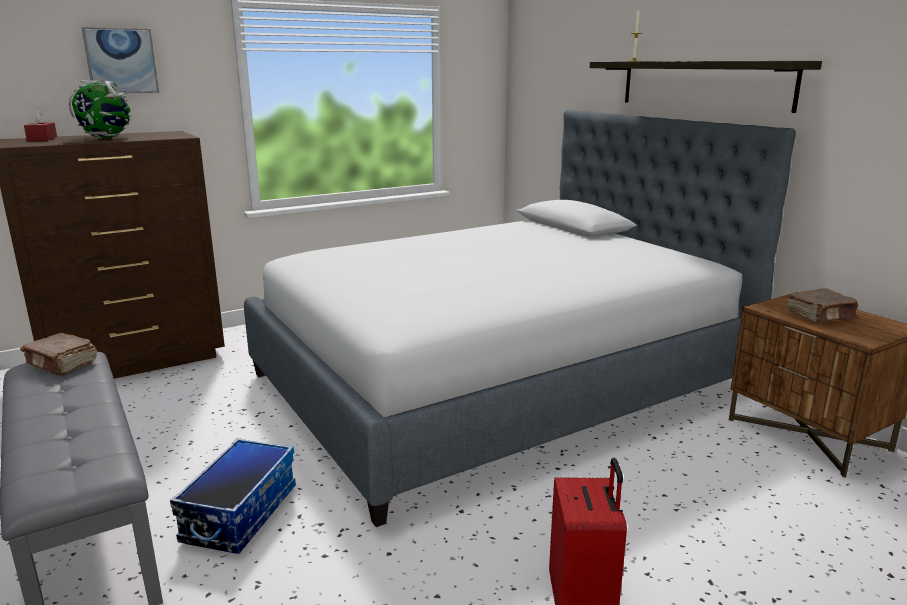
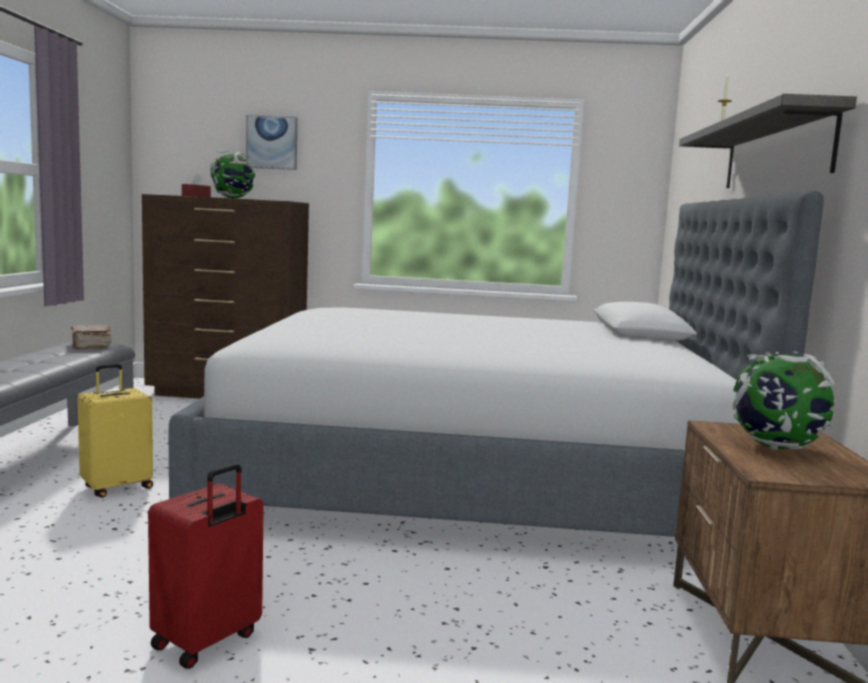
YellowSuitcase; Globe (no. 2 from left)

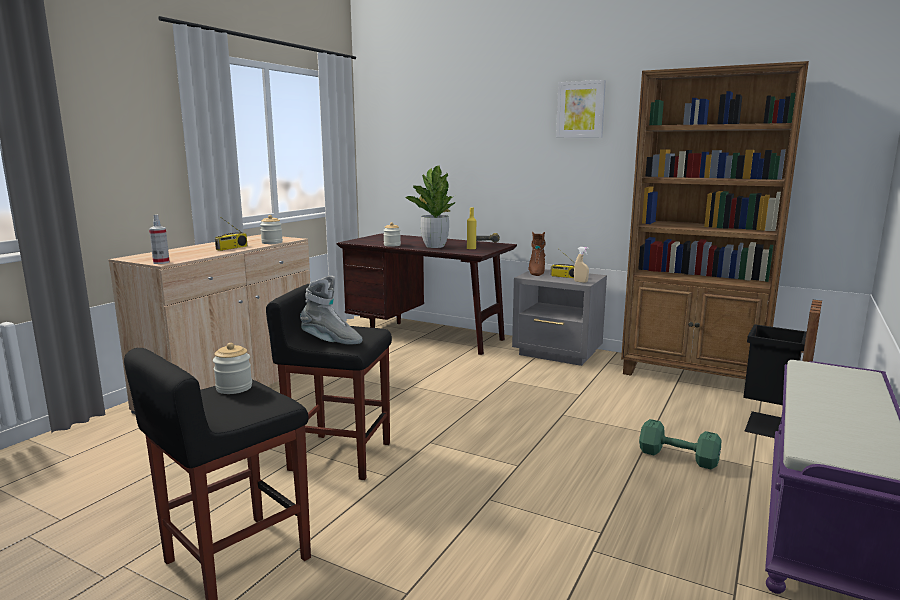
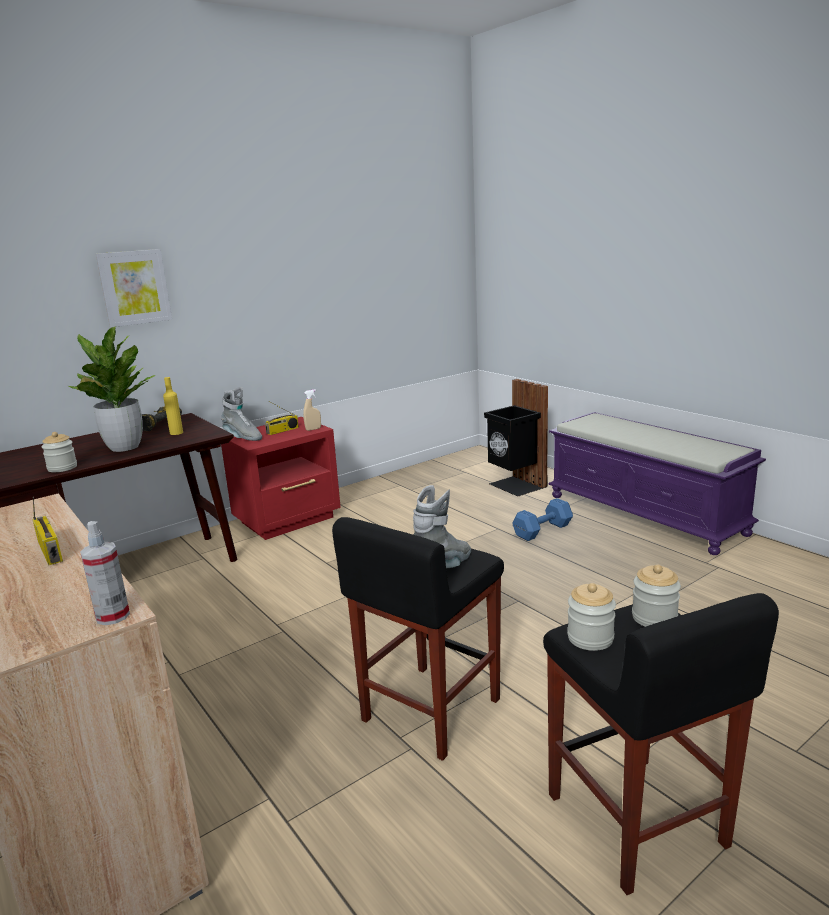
BrownBookcase; Jar (no. 3 from left); Picture; RedNightstand; GreyBoot (no. 1 from left); BlueDumbbell

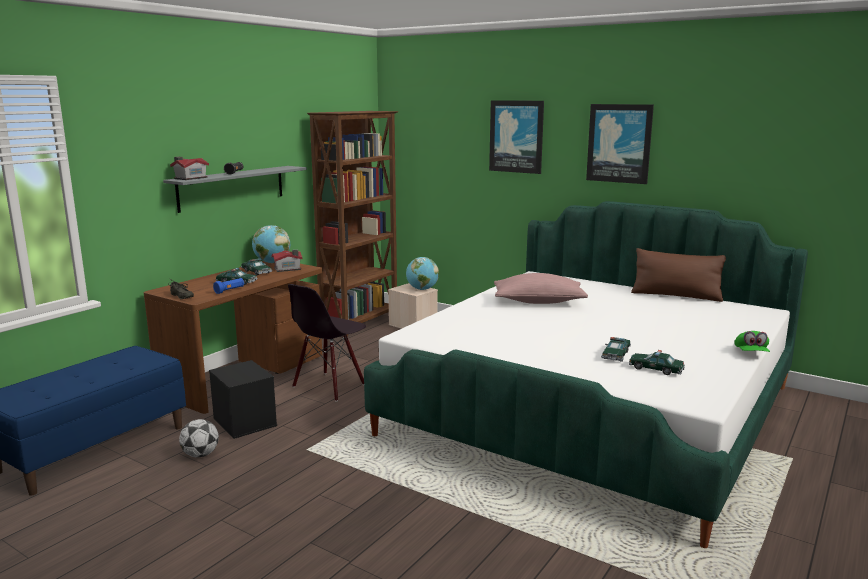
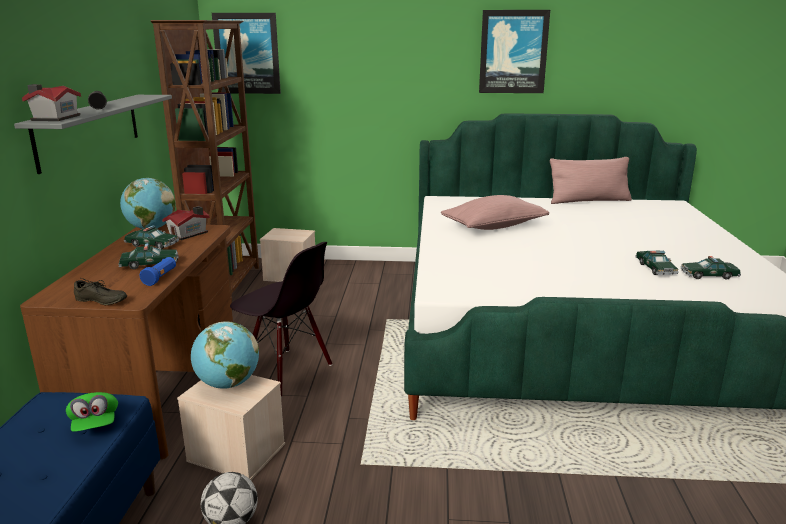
Globe (no. 2 from left); Picture (no. 1 from left); GreenCap; BeigeStorageBox (no. 1 from left); PinkPillow (no. 2 from left); BlackChair

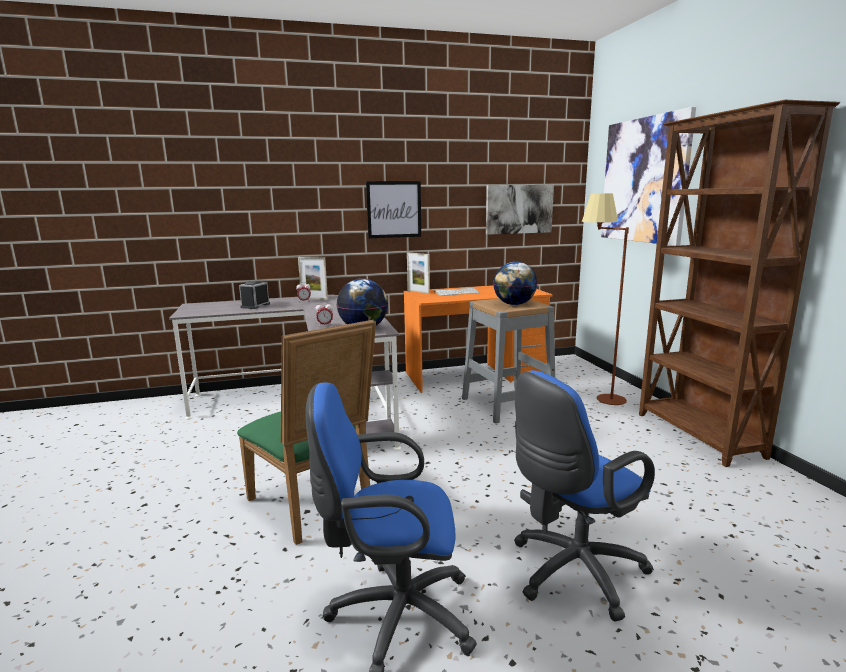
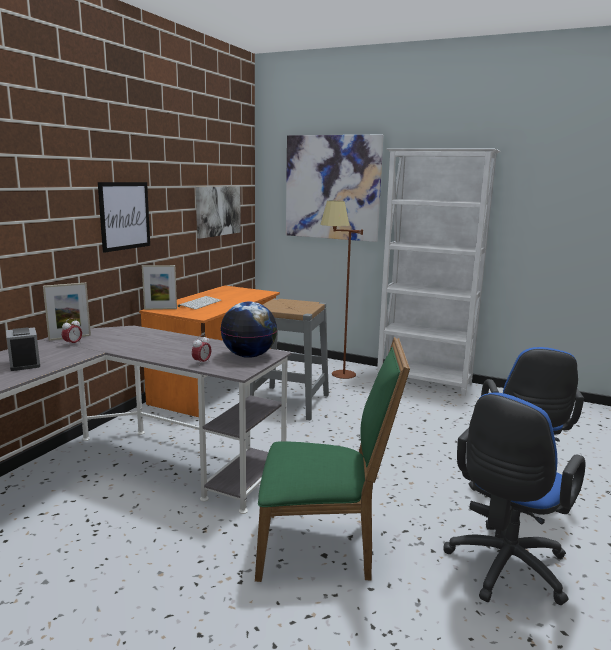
Globe (no. 2 from left in the first image); WhiteBookcase

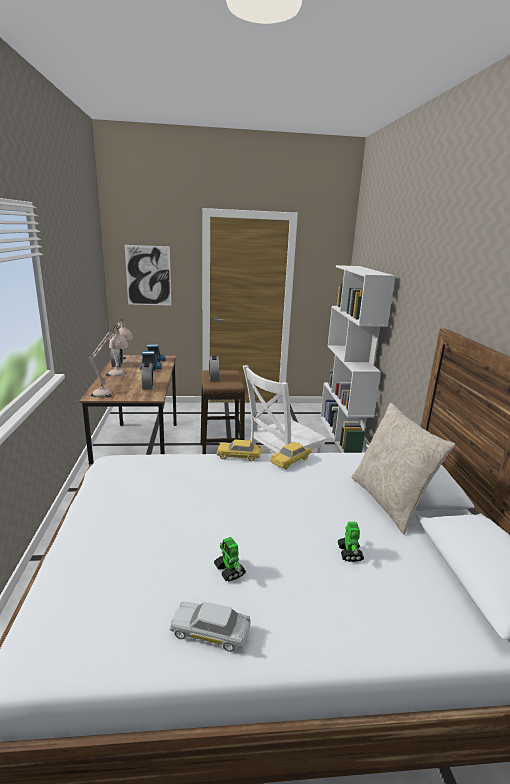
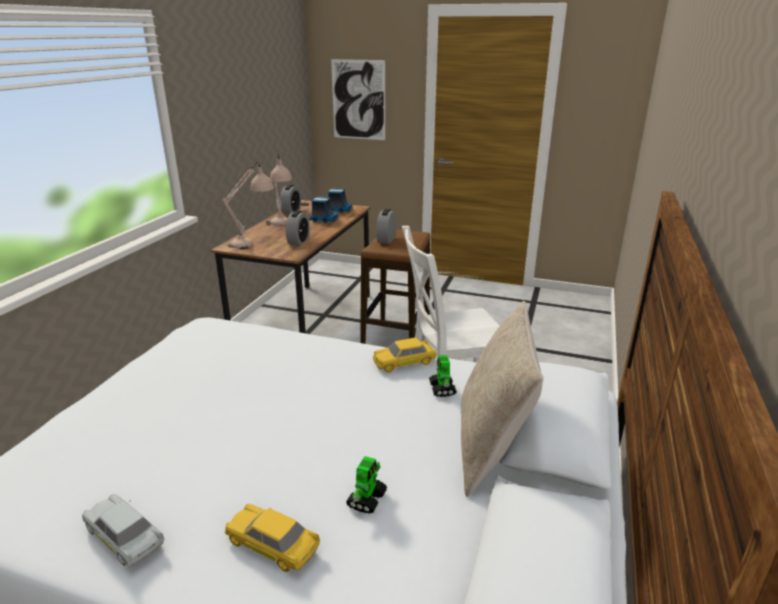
WhiteBookcase; ToyRobot (no. 2 from left); YellowToyCar (no. 1 from left)

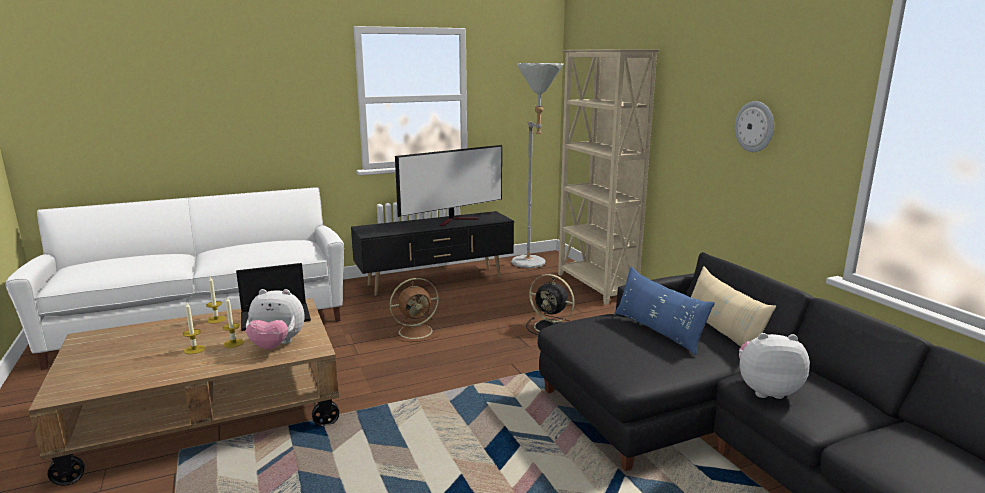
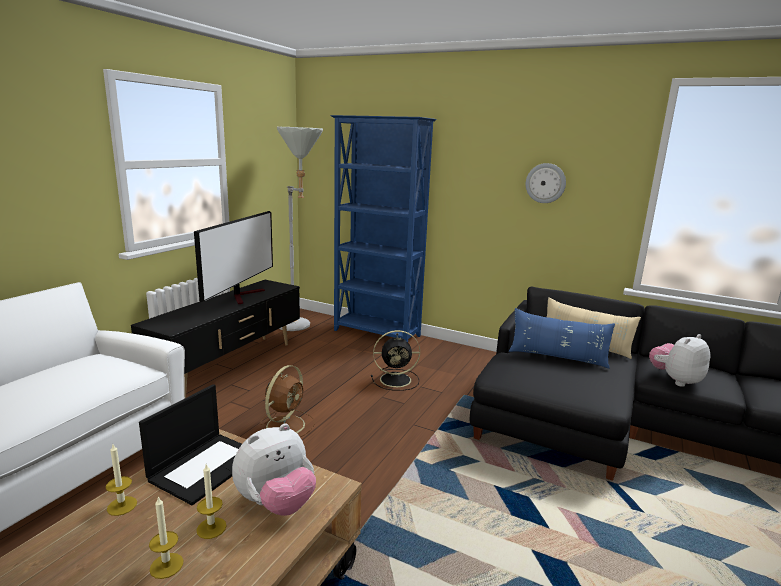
BlueBookcase

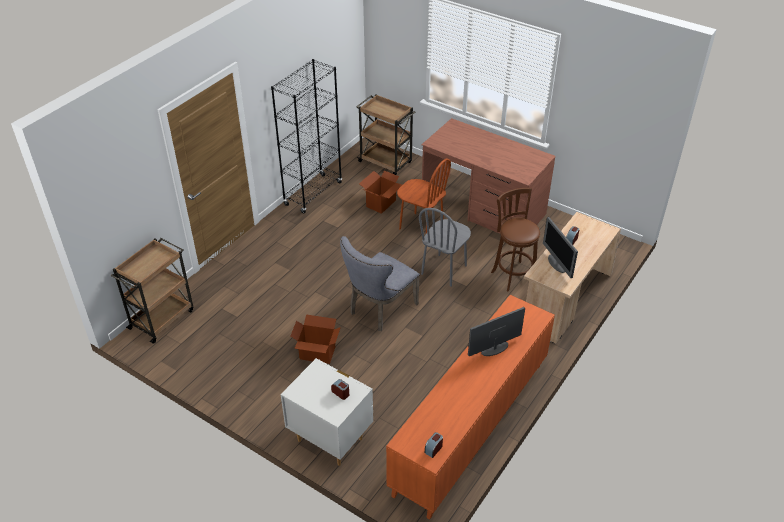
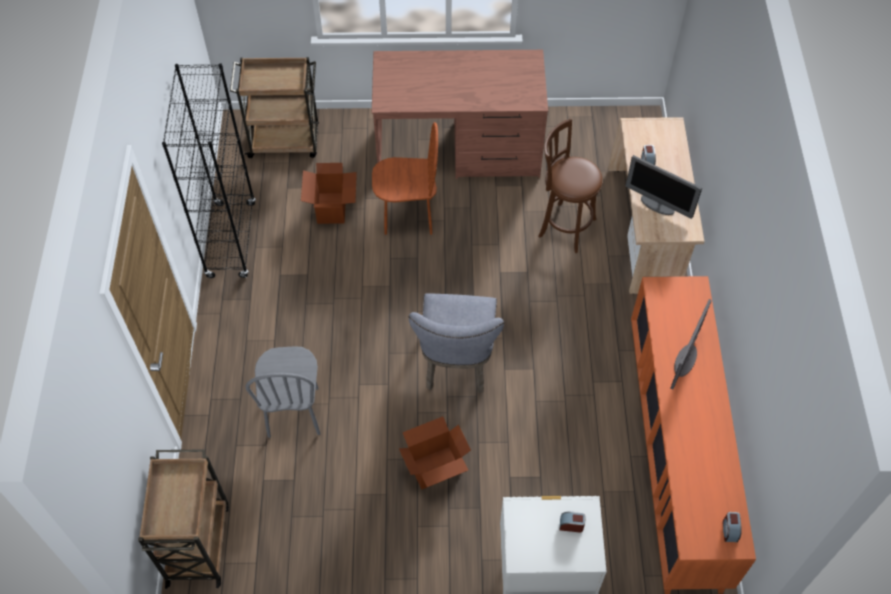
GreyChair (no. 1 from left)

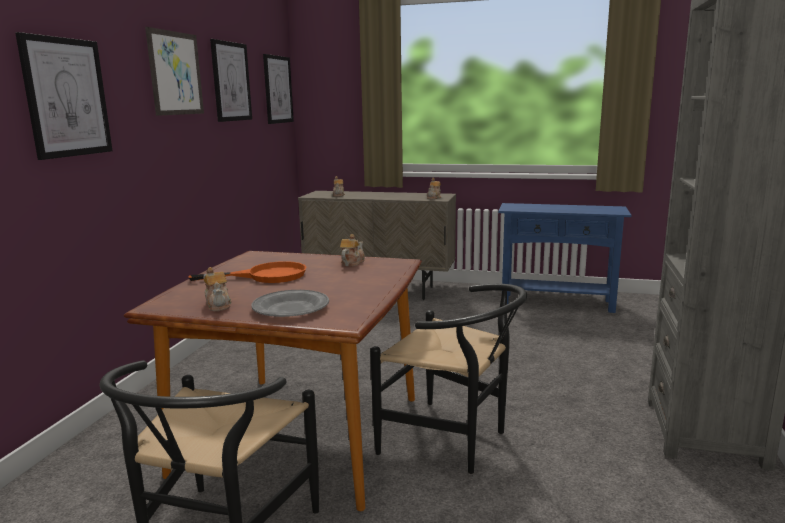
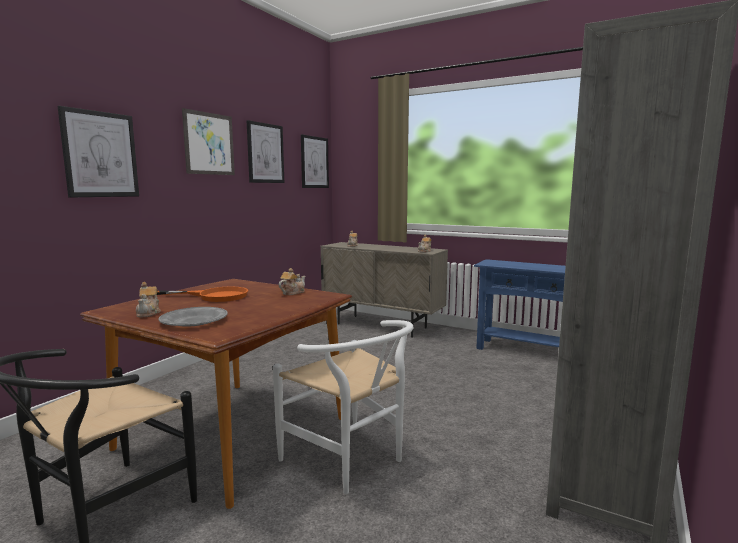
WhiteChair

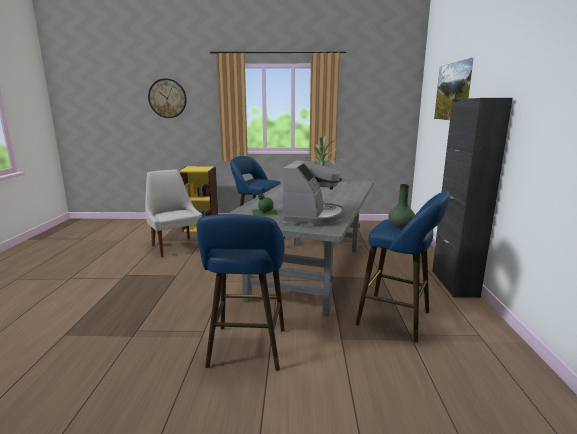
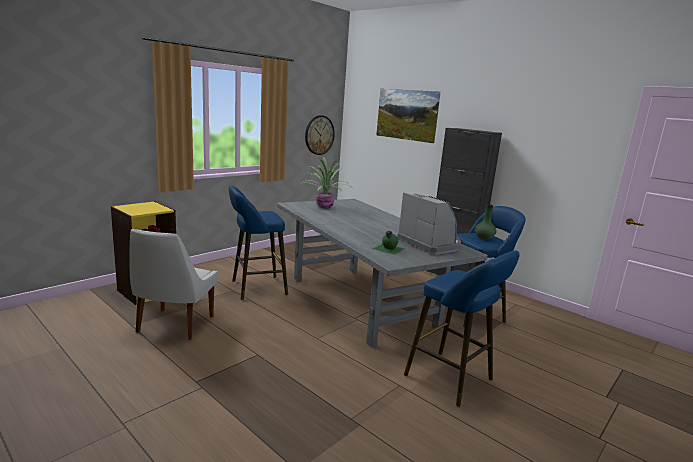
WallClock; WhiteChair

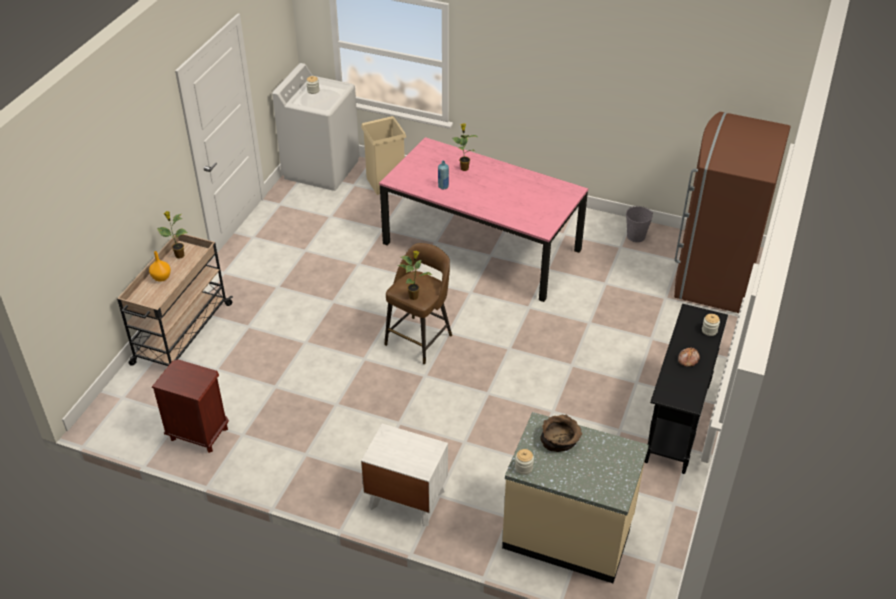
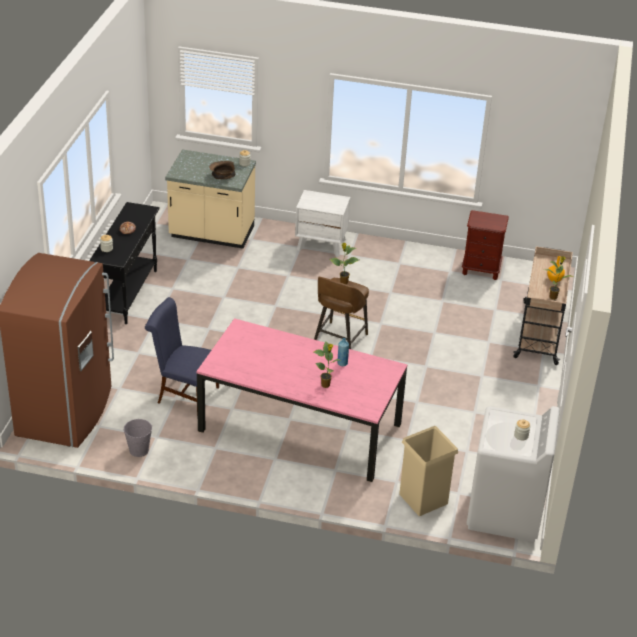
BlueChair

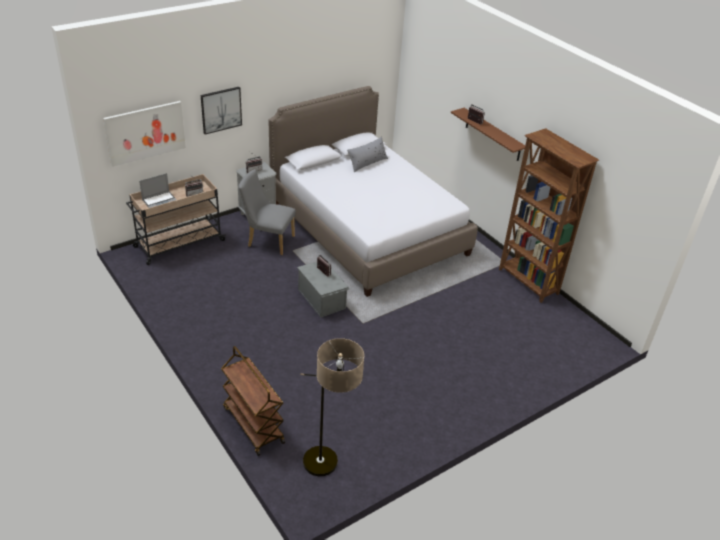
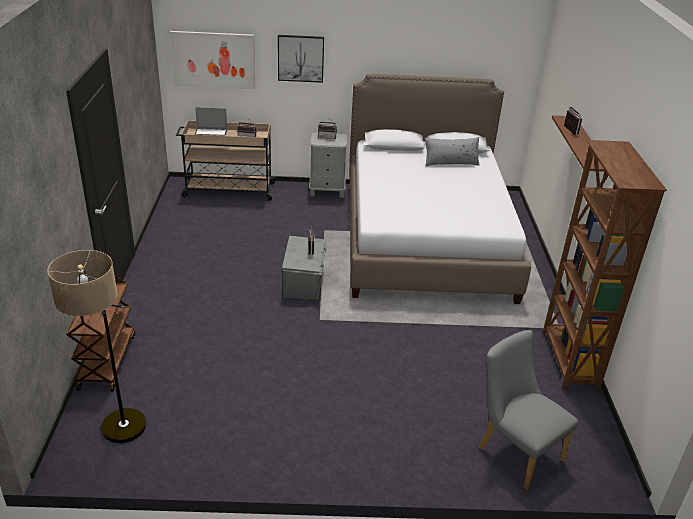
GreyChair

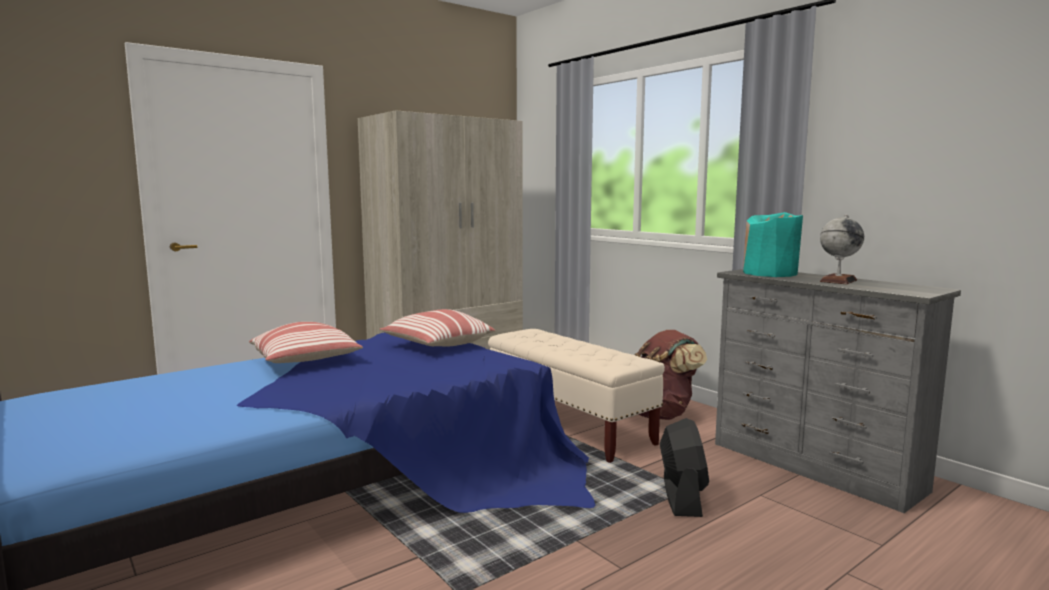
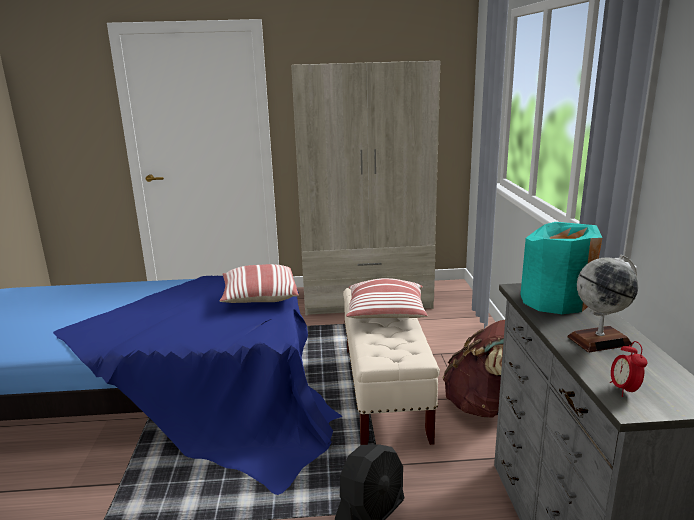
AlarmClock; Pillow (no. 2 from left)

